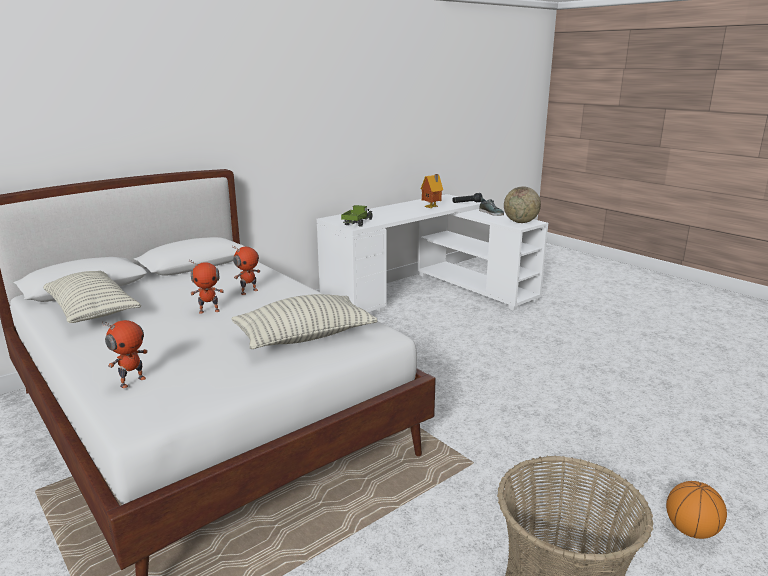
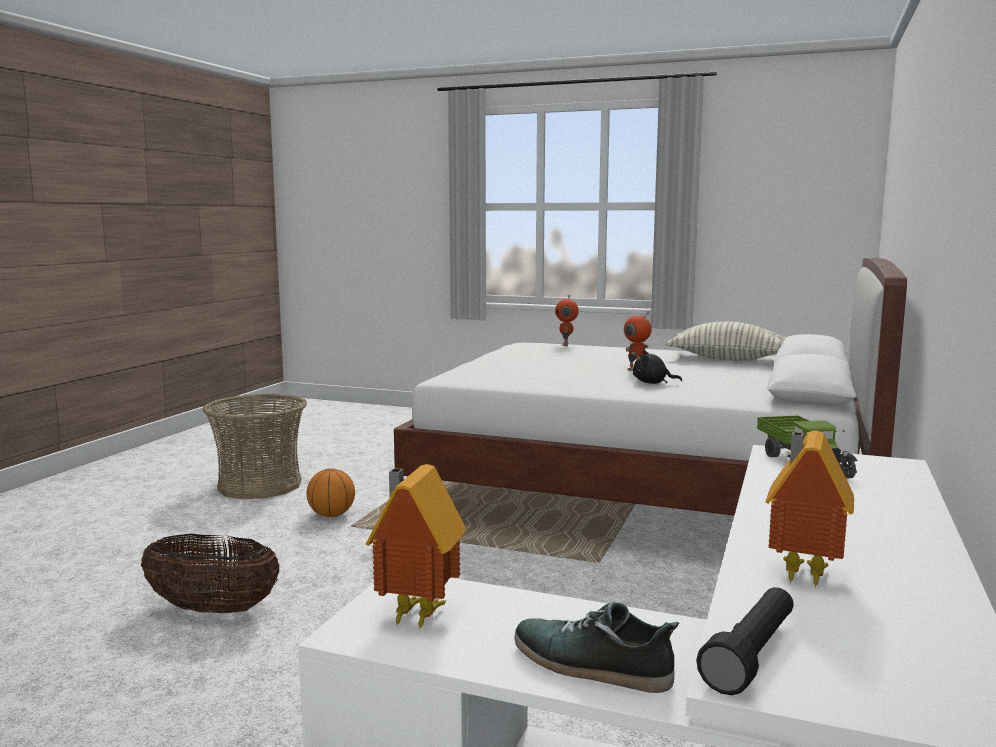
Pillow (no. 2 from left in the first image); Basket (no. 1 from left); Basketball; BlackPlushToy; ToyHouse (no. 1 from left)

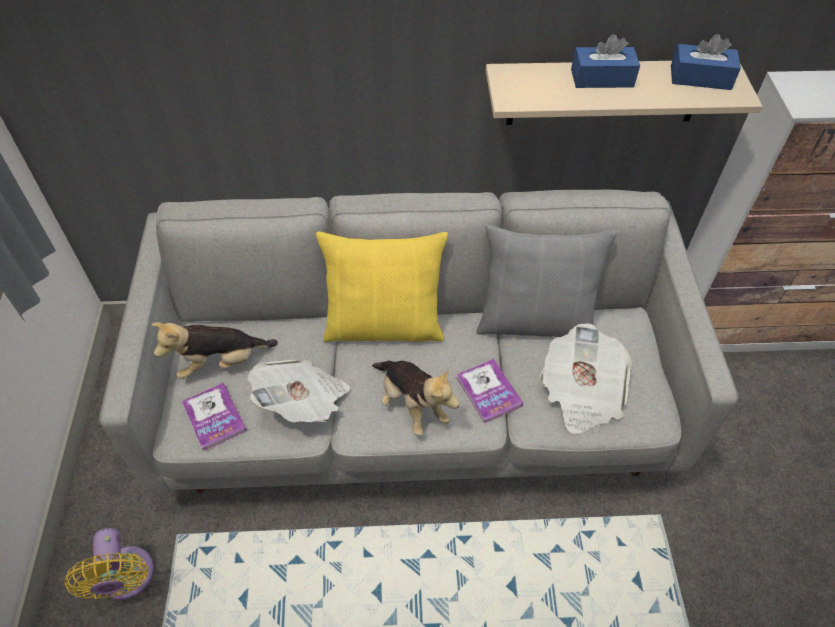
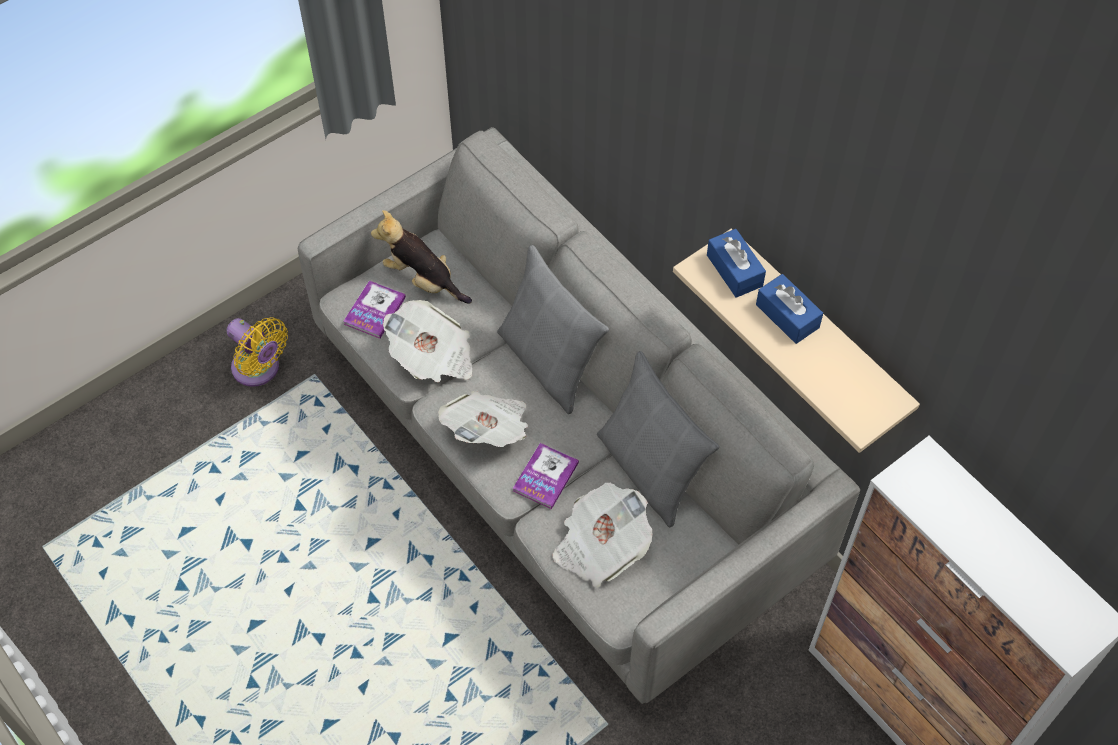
BlueTissueBox (no. 1 from left); Newspaper (no. 2 from left); GreyPillow (no. 1 from left); YellowFan

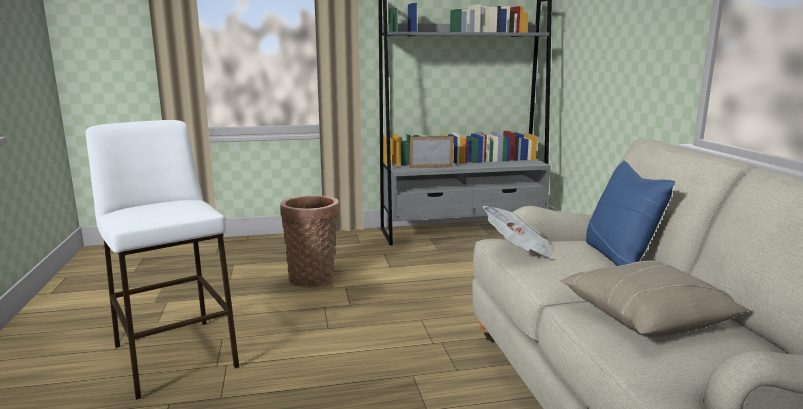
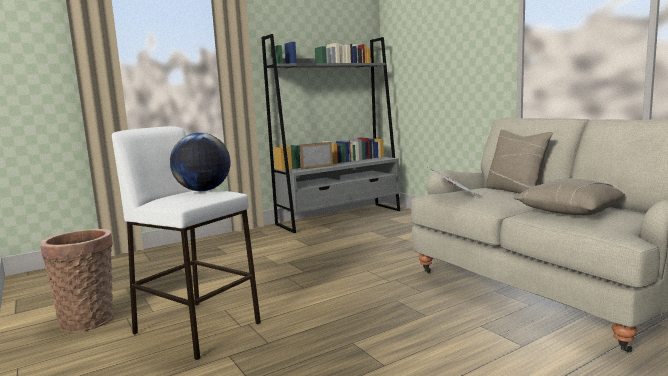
Globe; Basket; BeigePillow (no. 1 from left)

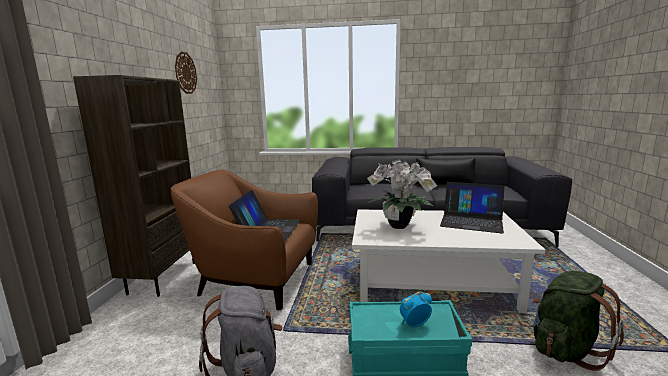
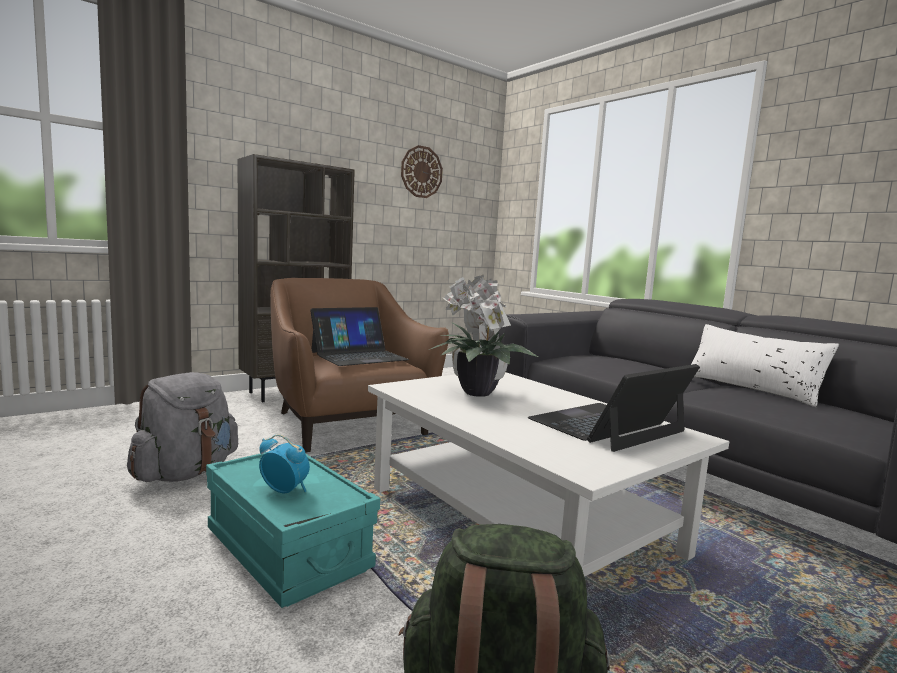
WhitePillow; Laptop (no. 2 from left)

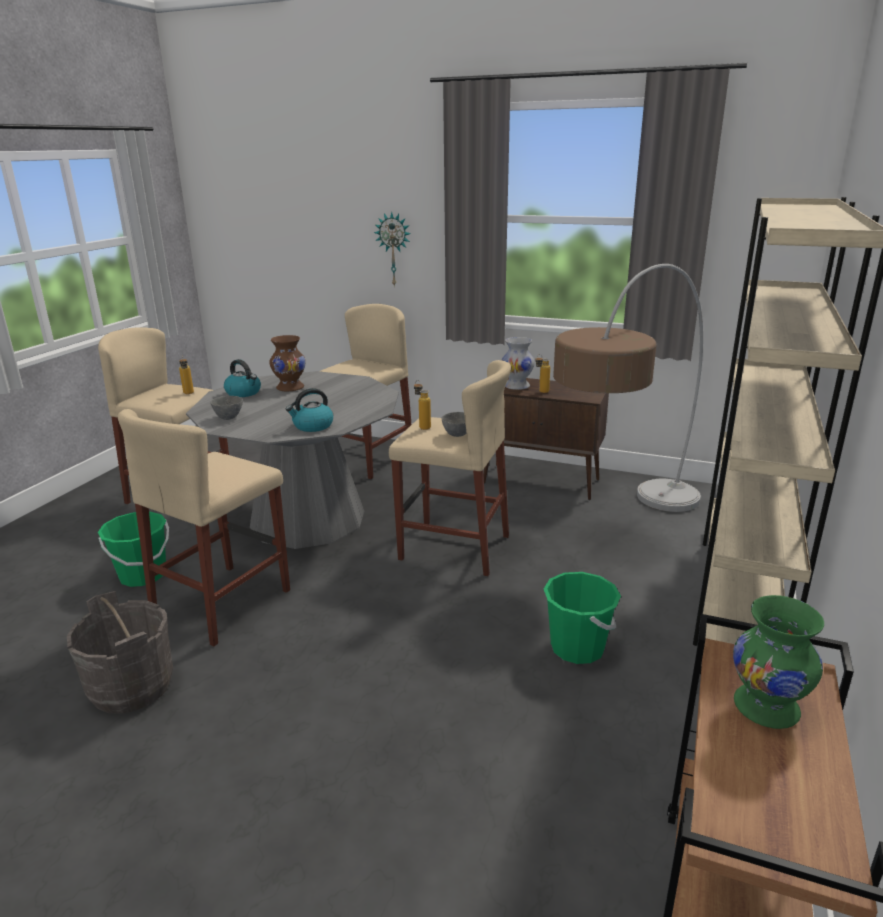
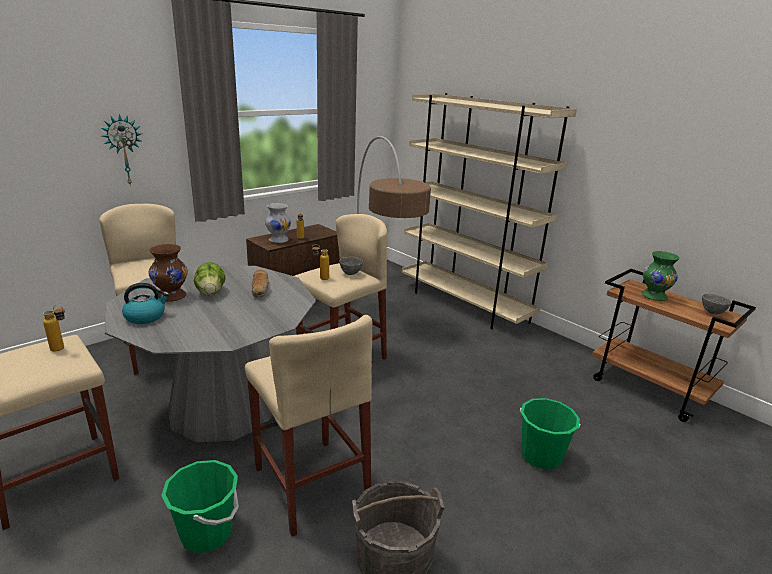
Kettle (no. 2 from left in the first image); Lettuce; Bread; GreyBowl (no. 2 from left); GreenBucket (no. 2 from left)

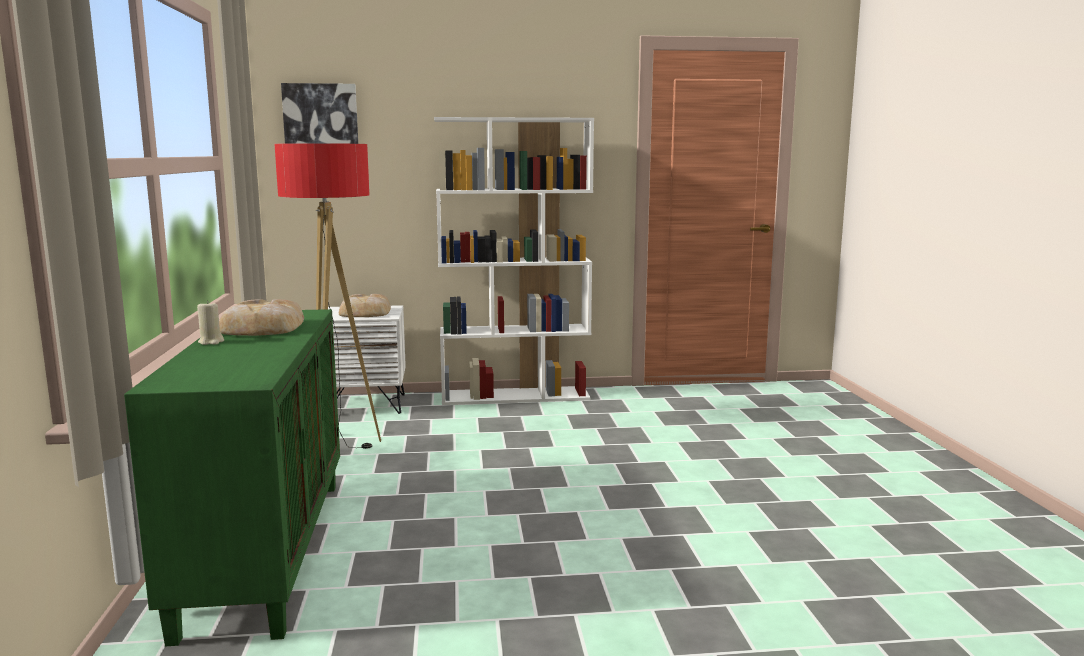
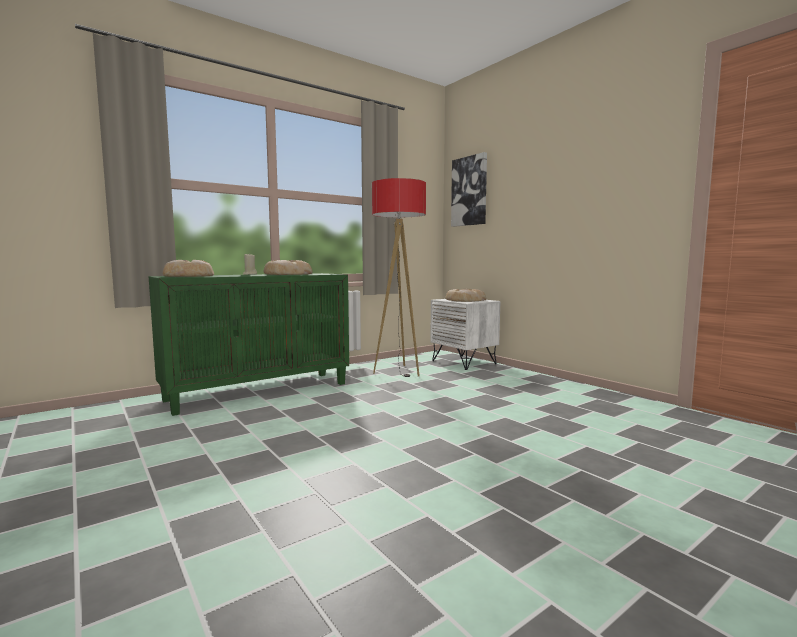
WhiteBookcase; Bread (no. 1 from left)

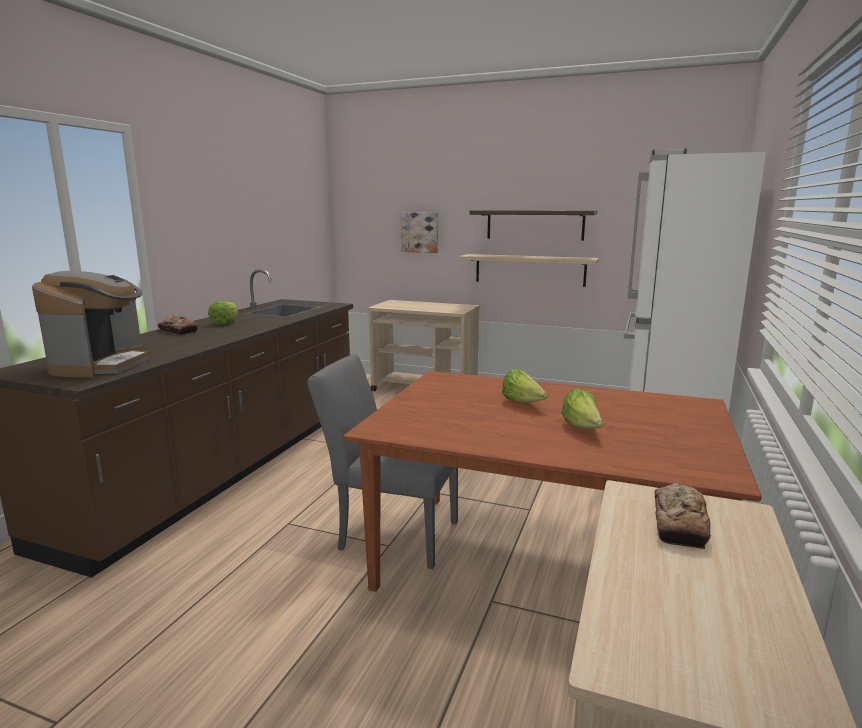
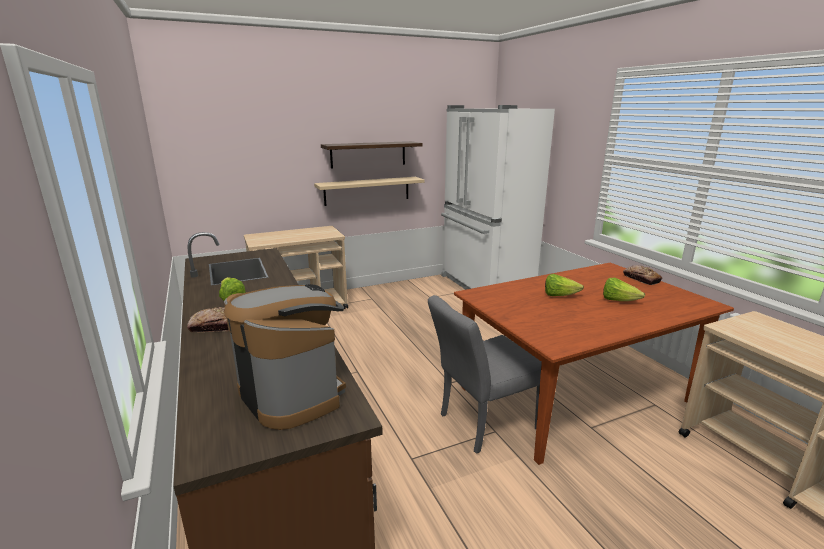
Picture; Bread (no. 2 from left)

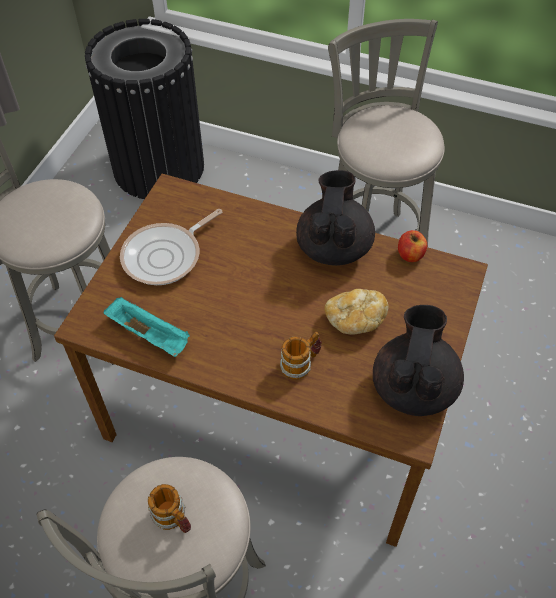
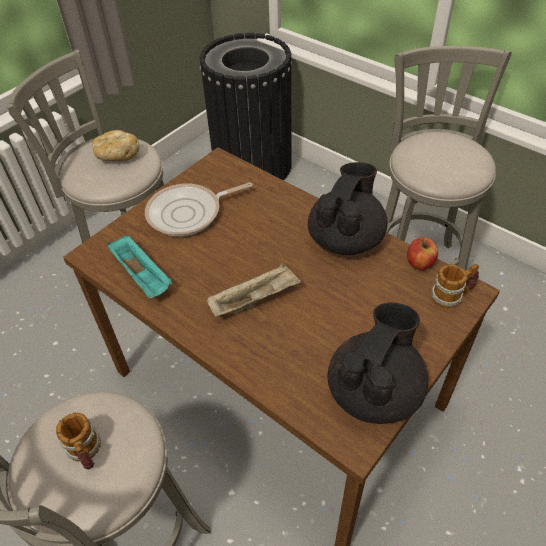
BeigeTray; Mug (no. 2 from left); Bread

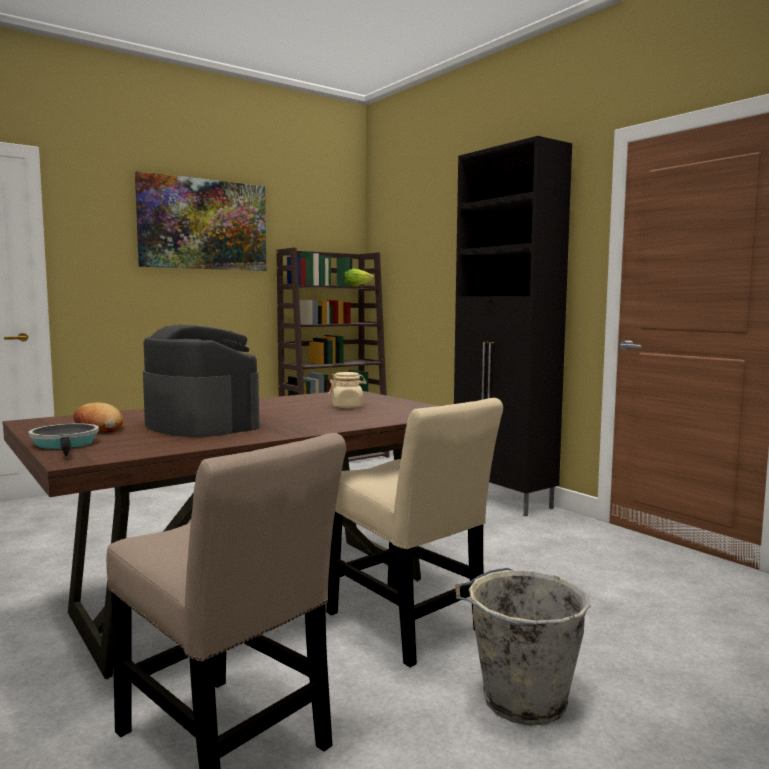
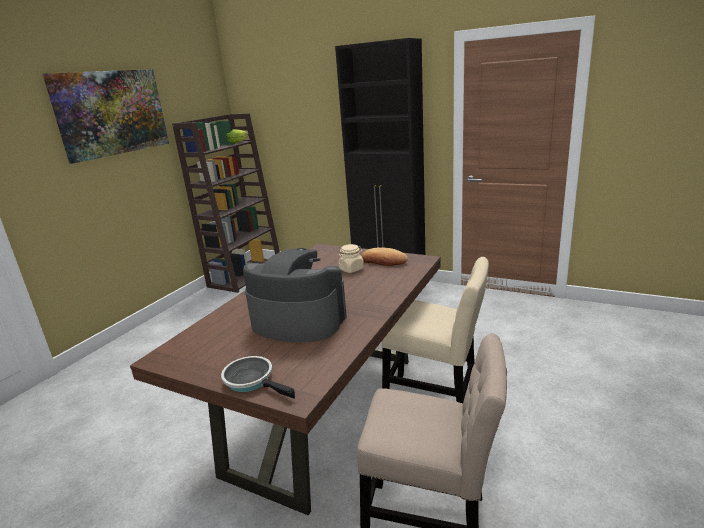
GreyBucket; Bread

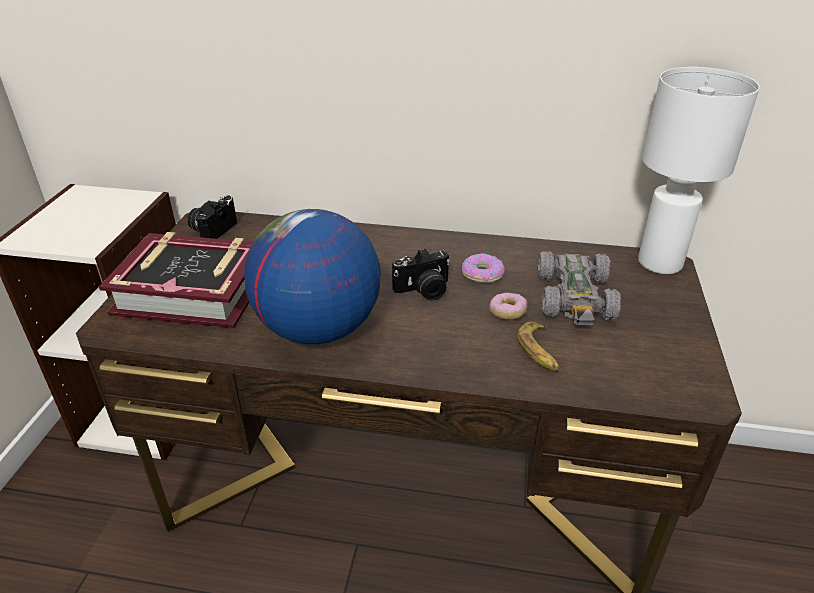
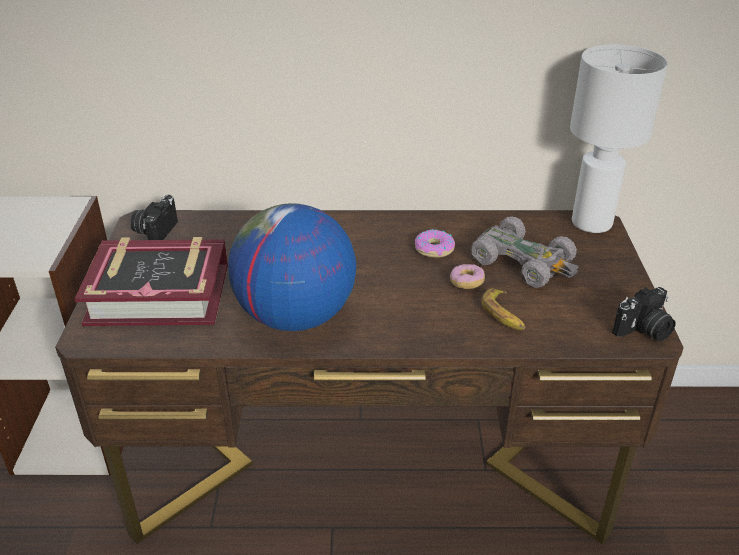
PhotoCamera (no. 2 from left); GreyToyCar

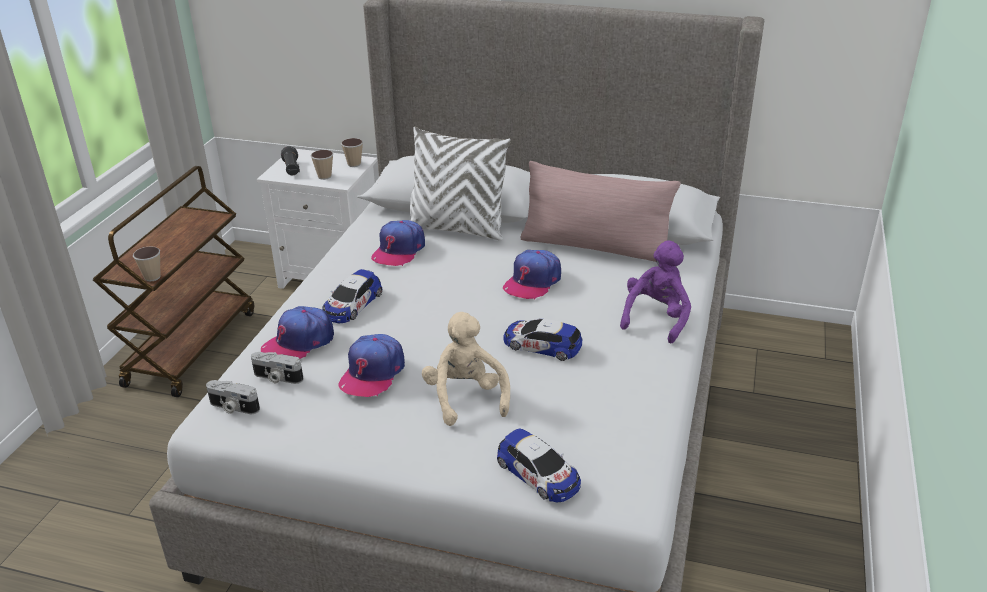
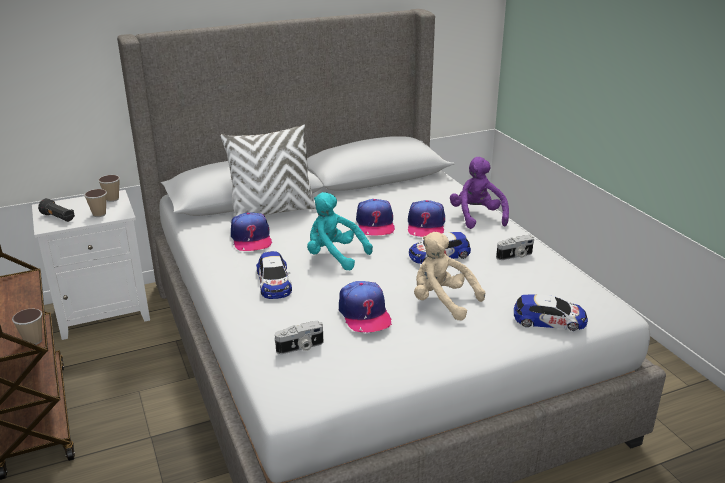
PinkPillow; TurquoisePlushToy; PhotoCamera (no. 2 from left); Cap (no. 4 from left)

